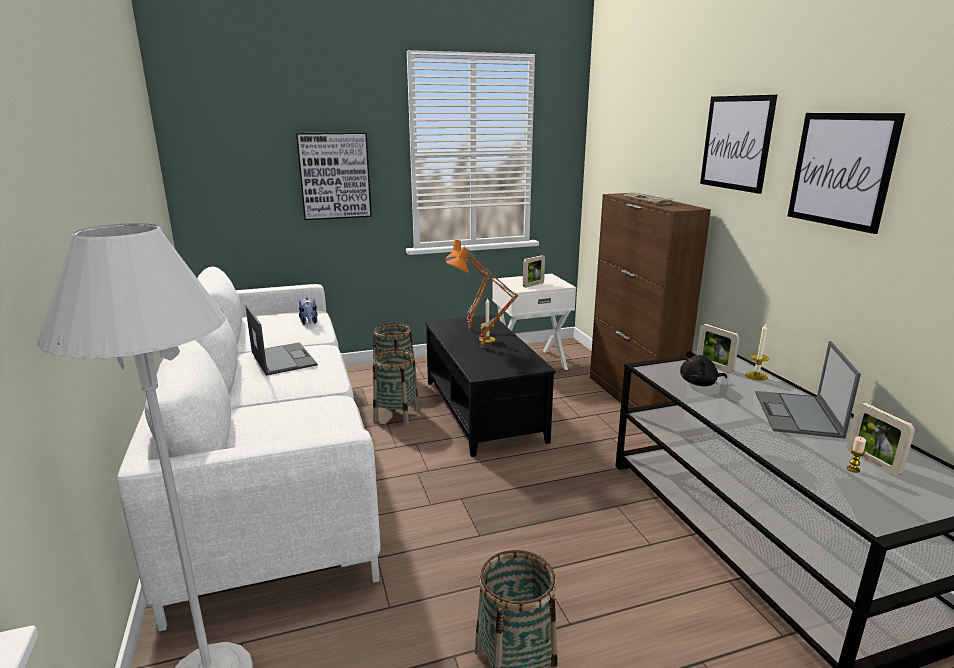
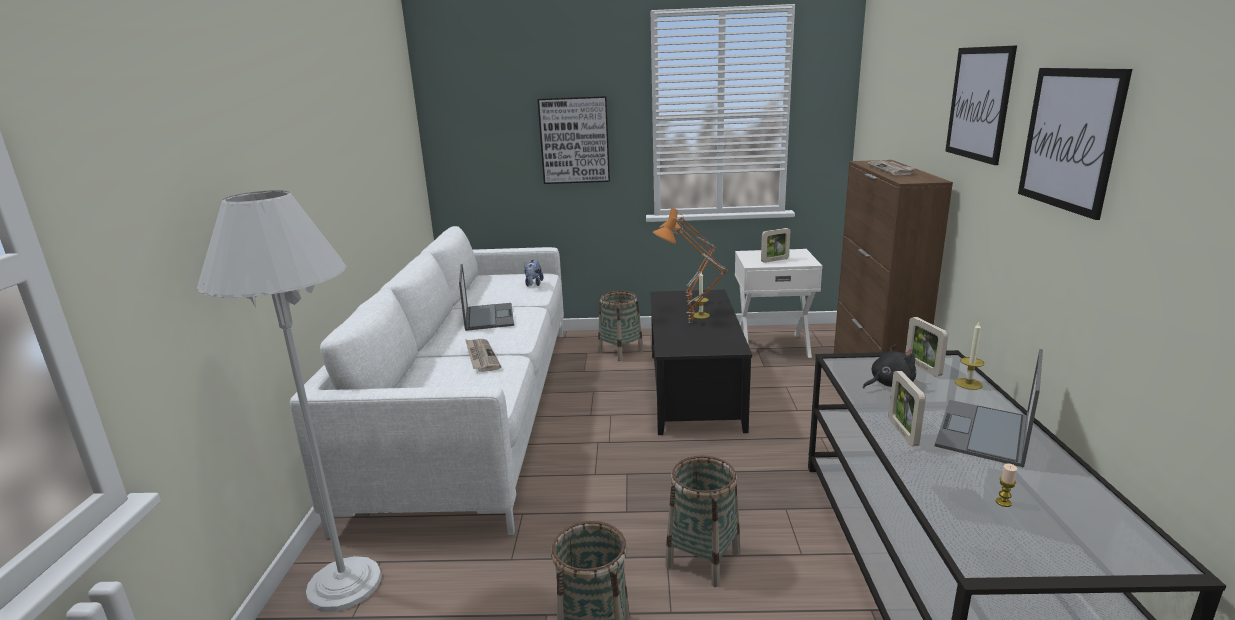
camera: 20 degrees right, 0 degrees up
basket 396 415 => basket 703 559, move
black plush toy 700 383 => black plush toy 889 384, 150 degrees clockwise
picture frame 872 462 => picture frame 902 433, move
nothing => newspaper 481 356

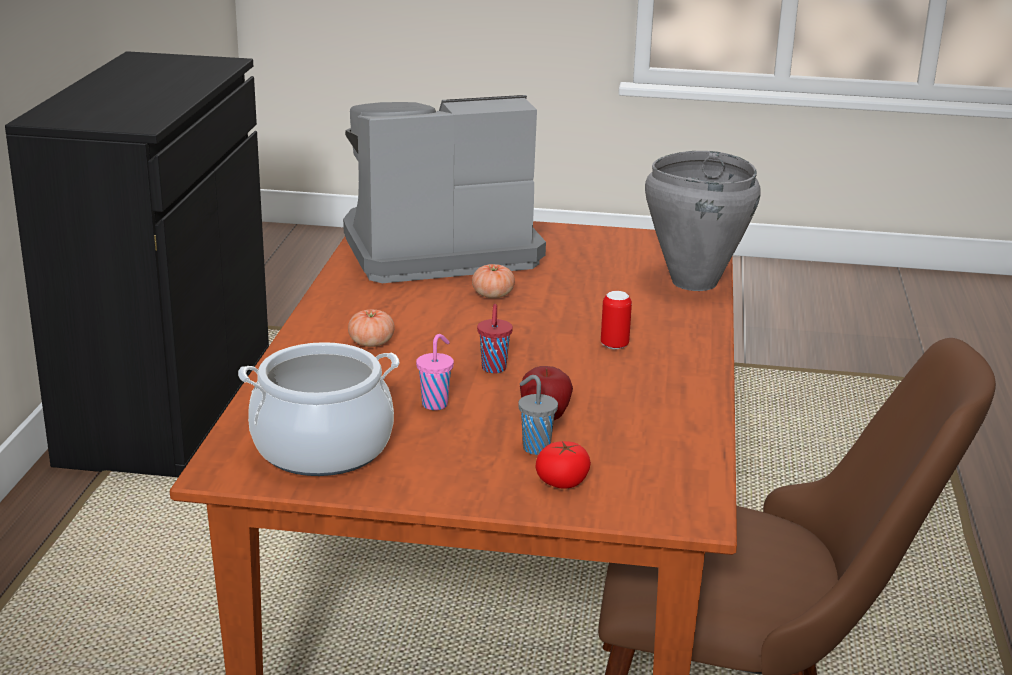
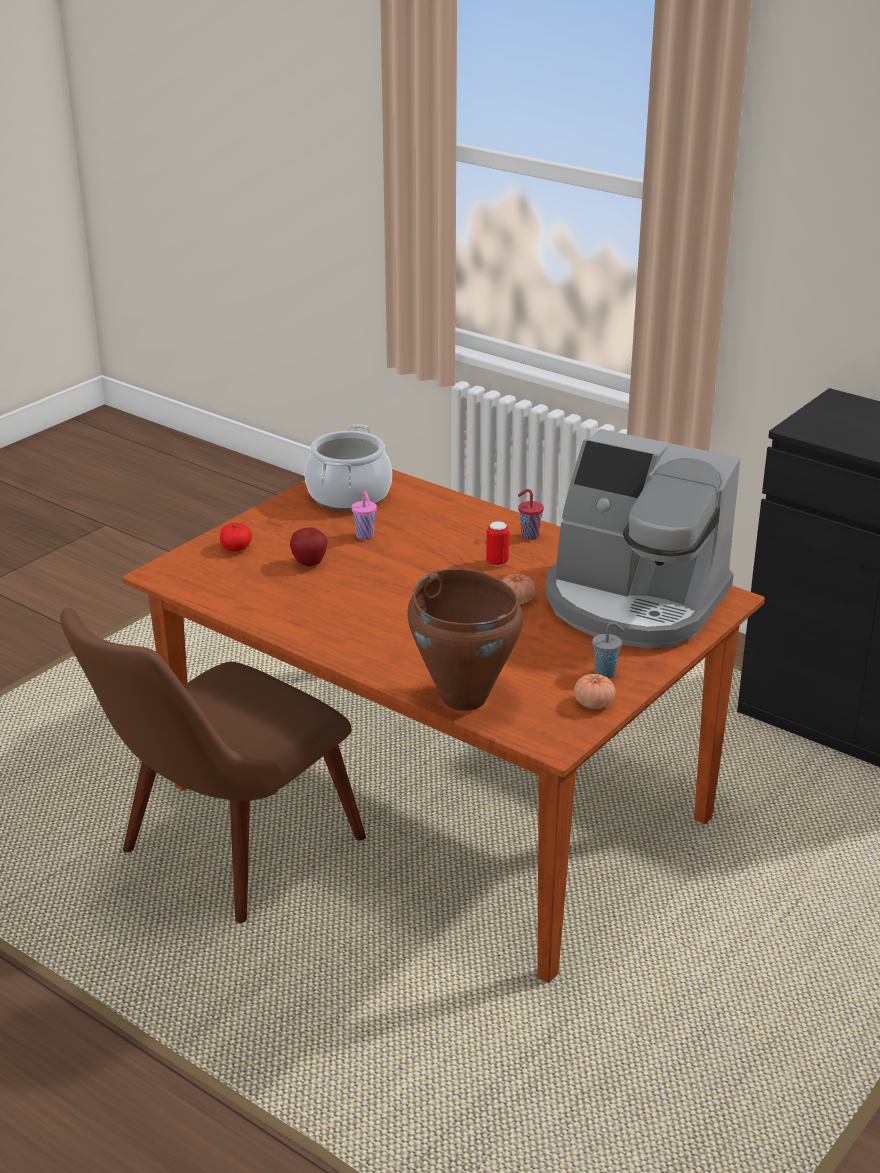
camera: 120 degrees right, 5 degrees up
coffee machine 436 249 => coffee machine 634 602, 105 degrees clockwise
tomato 371 343 => tomato 593 703, move
red cup 493 369 => red cup 529 536, move
grey cup 535 448 => grey cup 606 673, move
can 614 345 => can 497 562, move
grey cooking pot 693 282 => brown cooking pot 464 697

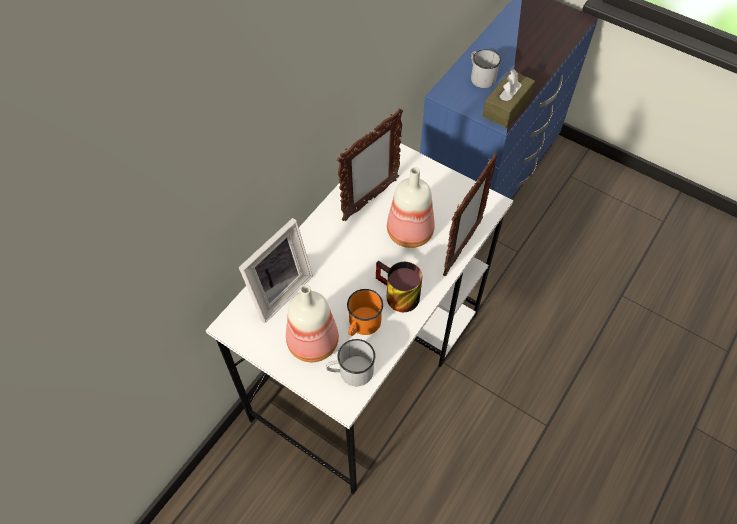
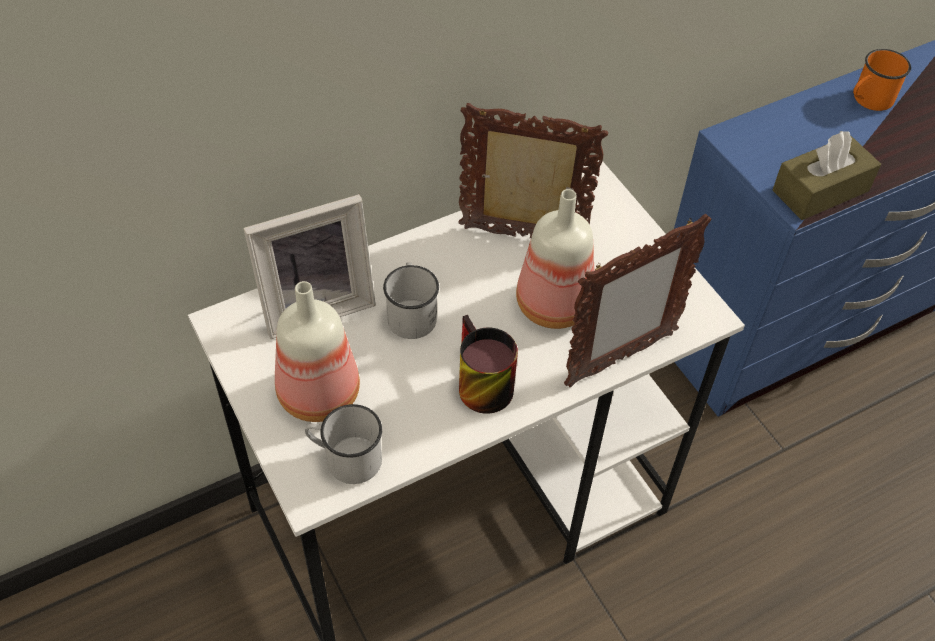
camera: 25 degrees right, 5 degrees down
picture frame 370 200 => picture frame 522 238, 150 degrees counterclockwise
orange mug 362 325 => orange mug 868 100, move
white mug 480 77 => white mug 411 313, move

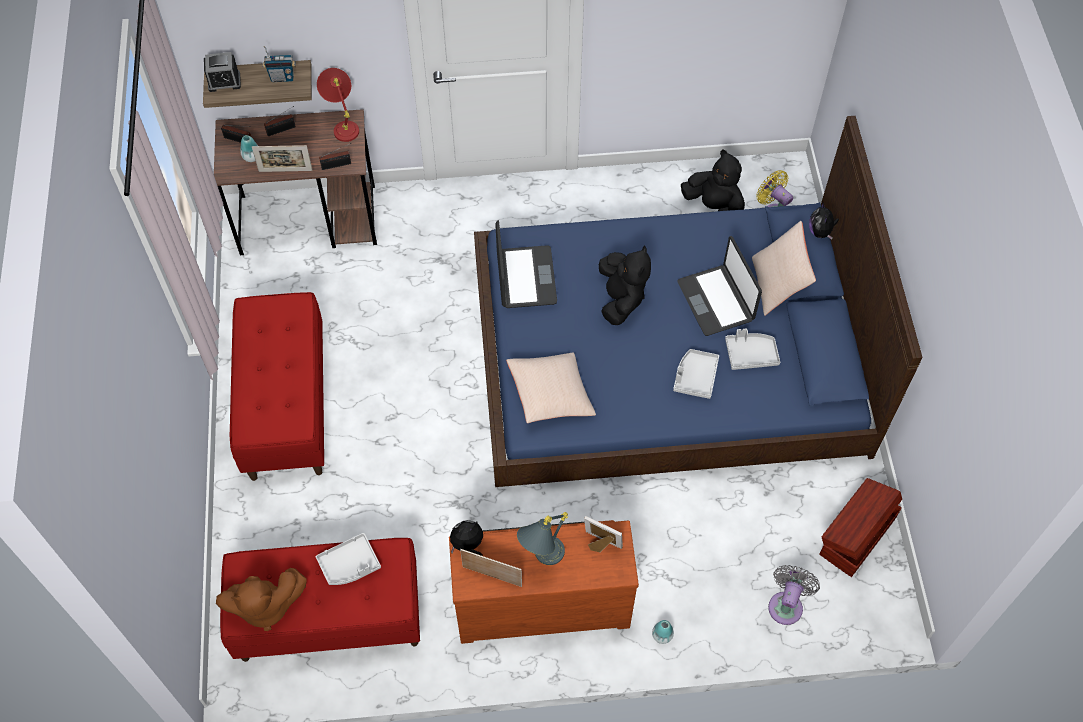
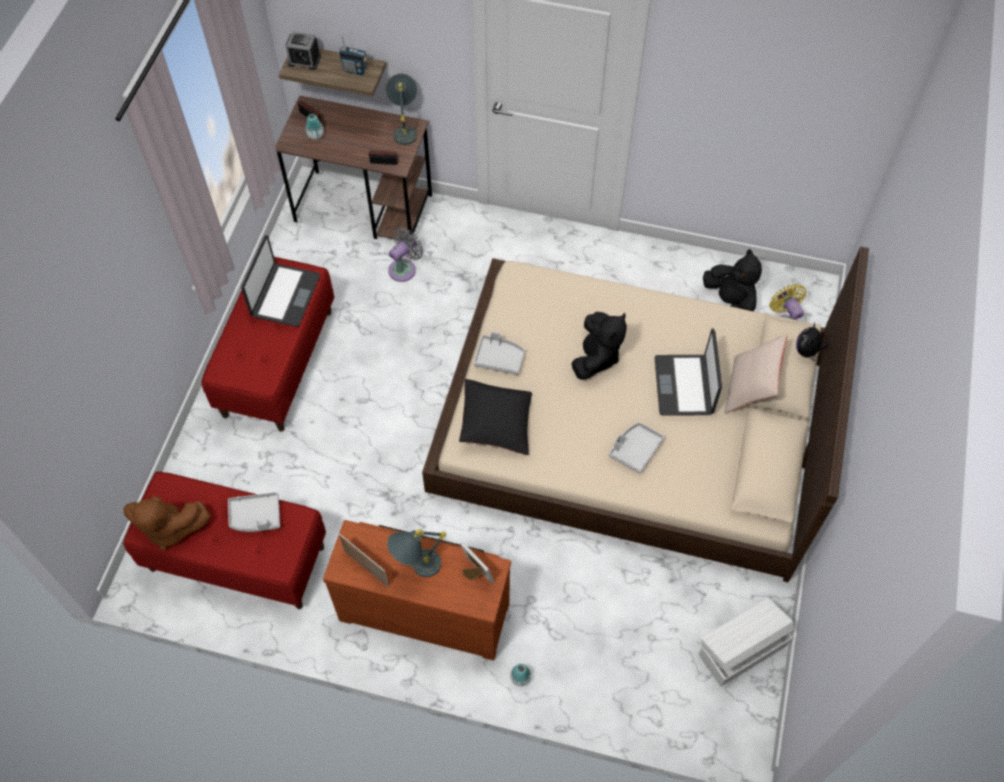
camera: 20 degrees right, 0 degrees up
picture frame 285 171 => nothing
radio 282 129 => nothing
red table lamp 343 125 => grey table lamp 405 129
plush toy 468 545 => nothing
blue bed 667 356 => beige bed 631 425
laptop 525 278 => laptop 285 296, move
beige pillow 550 394 => black pillow 496 423
grey tray 750 354 => grey tray 499 358, move
grey fan 786 604 => grey fan 404 268, move
brown storage box 856 536 => white storage box 741 649

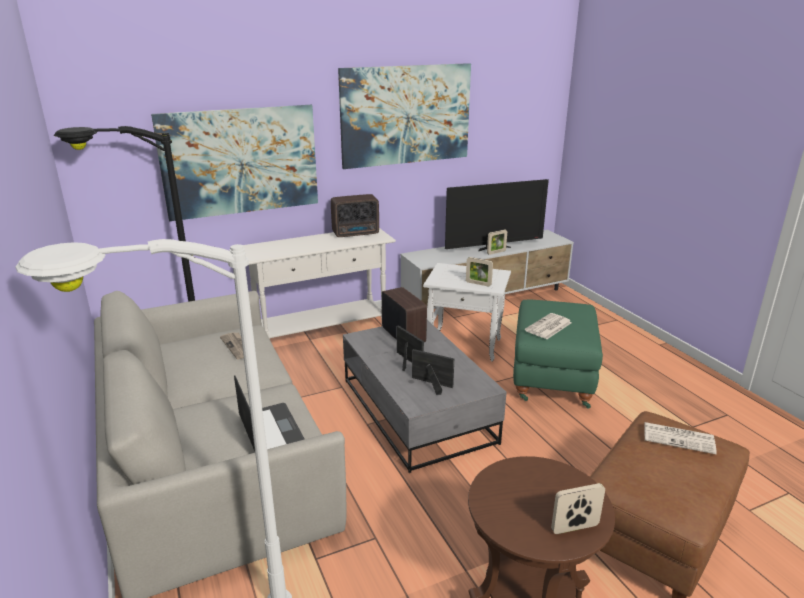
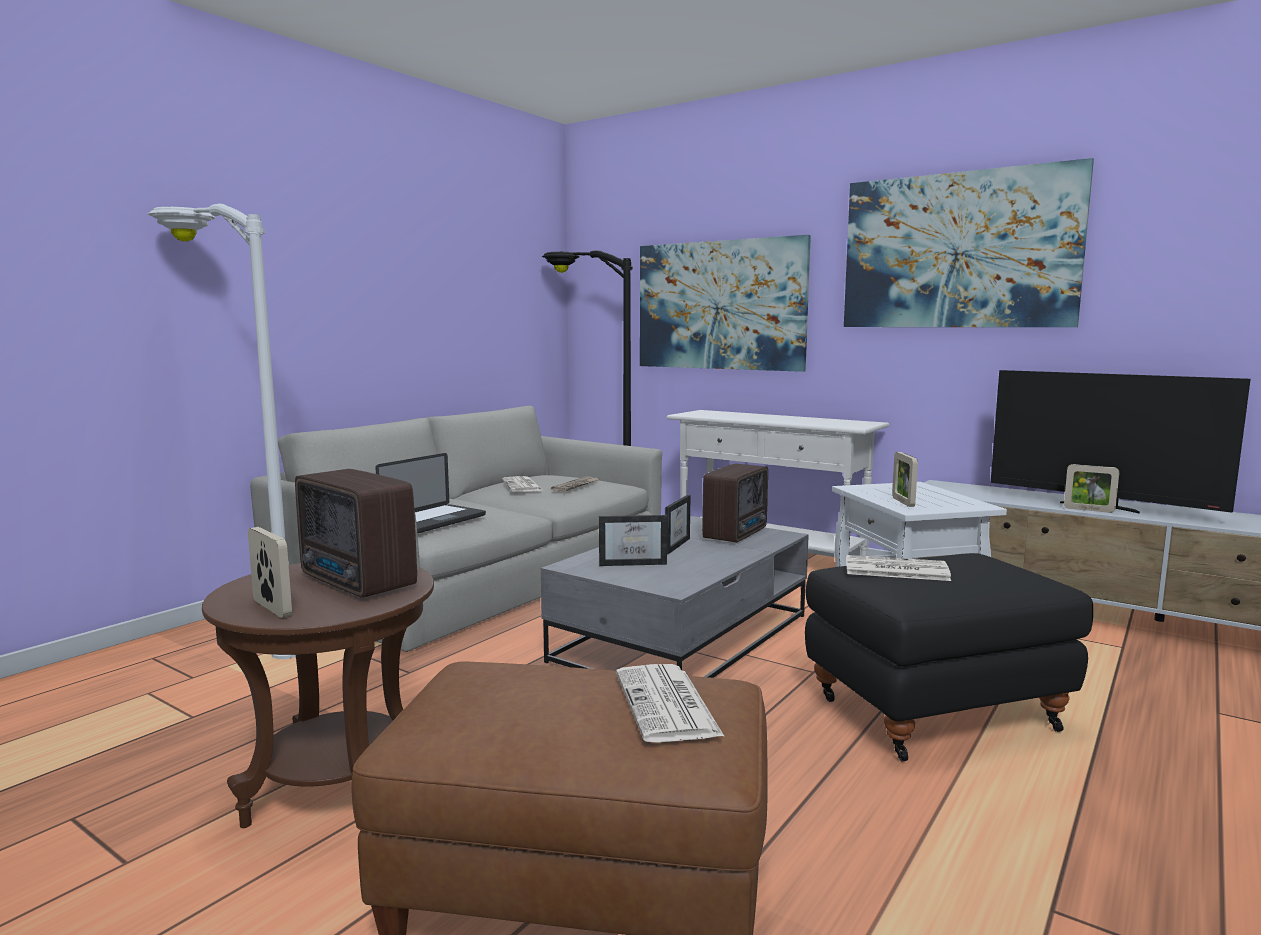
camera: 60 degrees right, 15 degrees down
radio 356 233 => radio 357 583, move
picture frame 429 384 => picture frame 633 563, 90 degrees clockwise
green ottoman 550 379 => black ottoman 934 710
nothing => newspaper 523 486

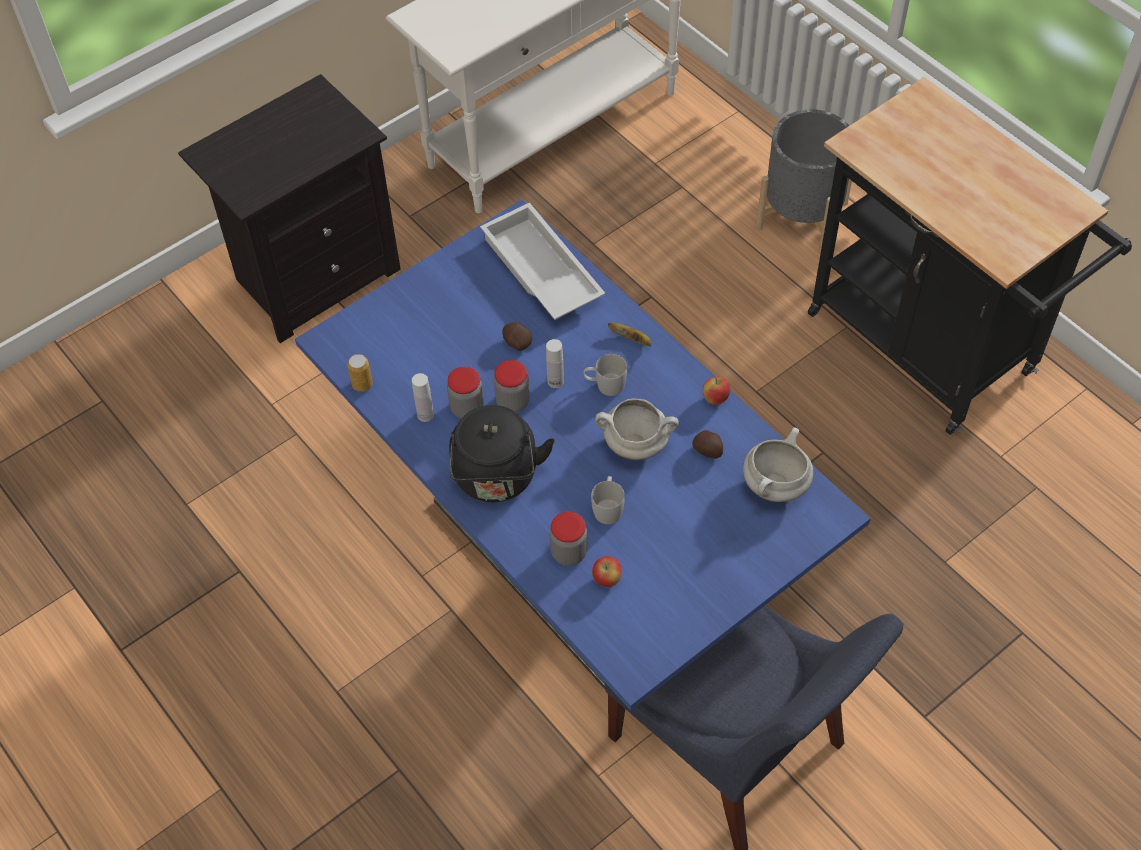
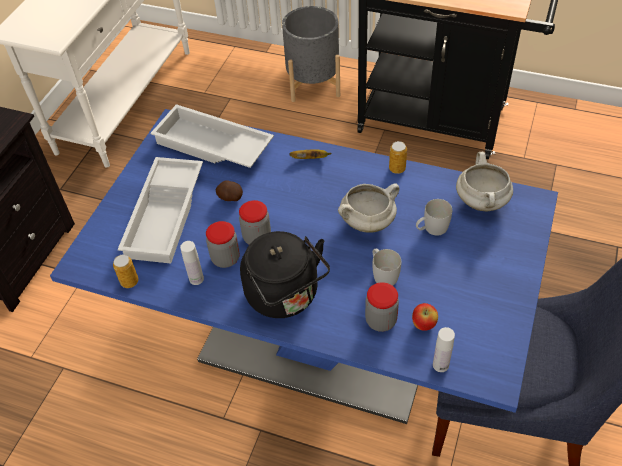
camera: 30 degrees left, 5 degrees down
white bottle 555 381 => white bottle 440 365, move
white mug 605 385 => white mug 431 229, move
potato 708 451 => nothing
apple 715 399 => can 397 169
nothing => white tray 166 215

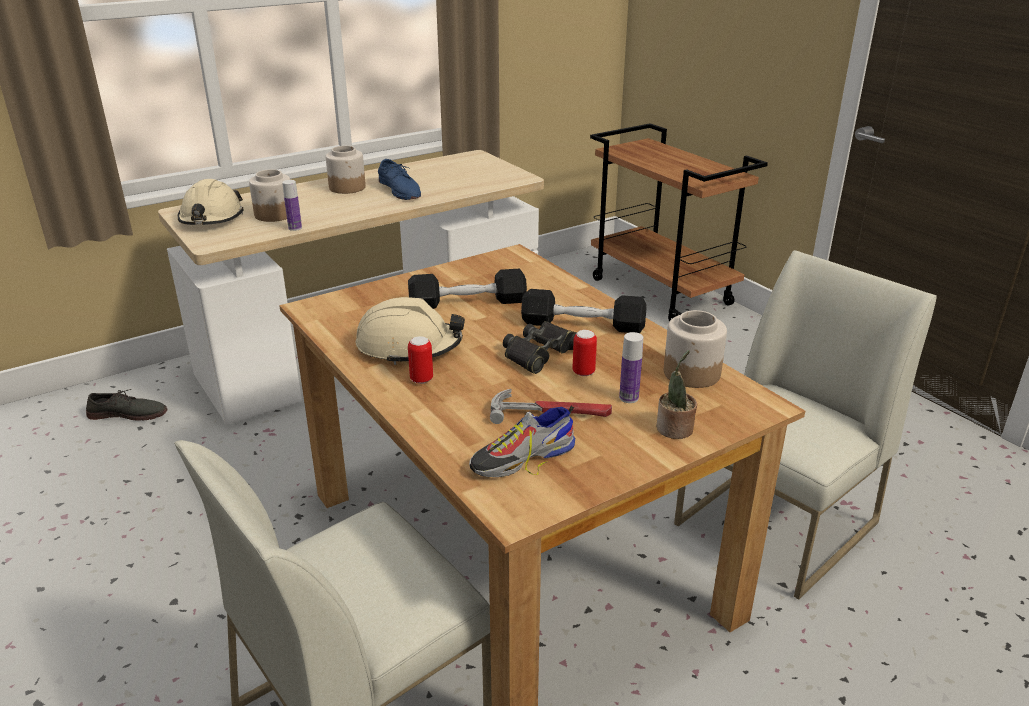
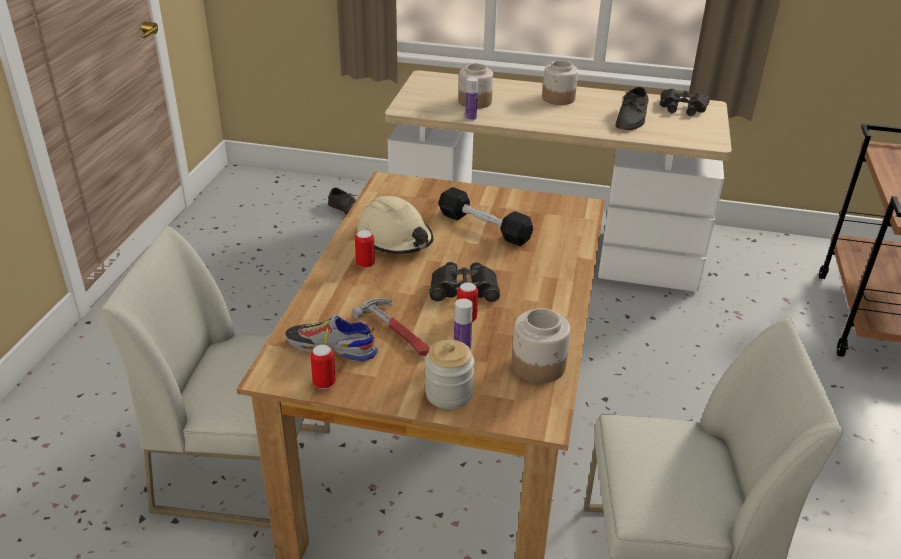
camera: 45 degrees right, 5 degrees up
beige hard hat 211 218 => nothing
blue shoe 400 189 => nothing
black dumbbell 583 325 => nothing
potted plant 674 430 => jar 449 393
nothing => can 324 383
nothing => grey shoe 632 118
nothing => black binoculars 682 108

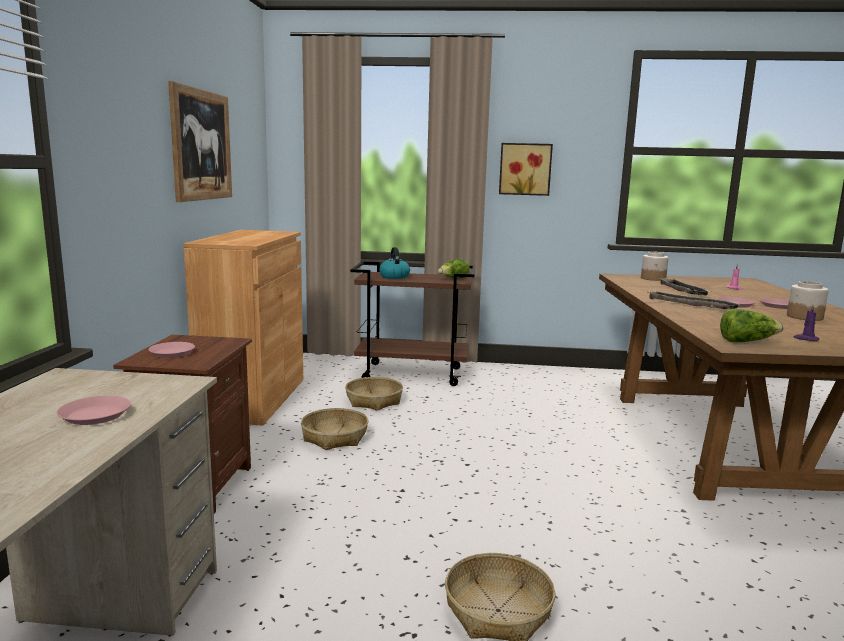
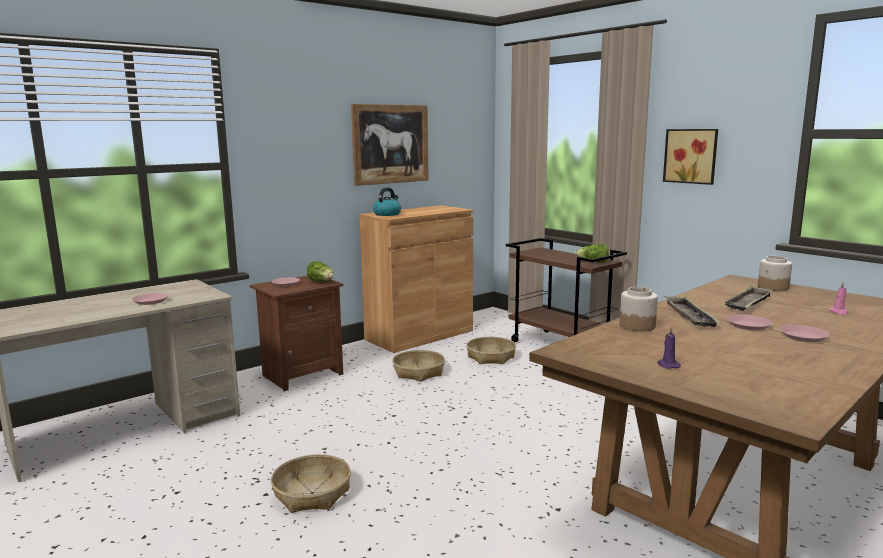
camera: 45 degrees right, 0 degrees up
kettle 394 276 => kettle 387 214, move
lettuce 746 341 => lettuce 321 282, move
jar 804 317 => jar 637 326, move

